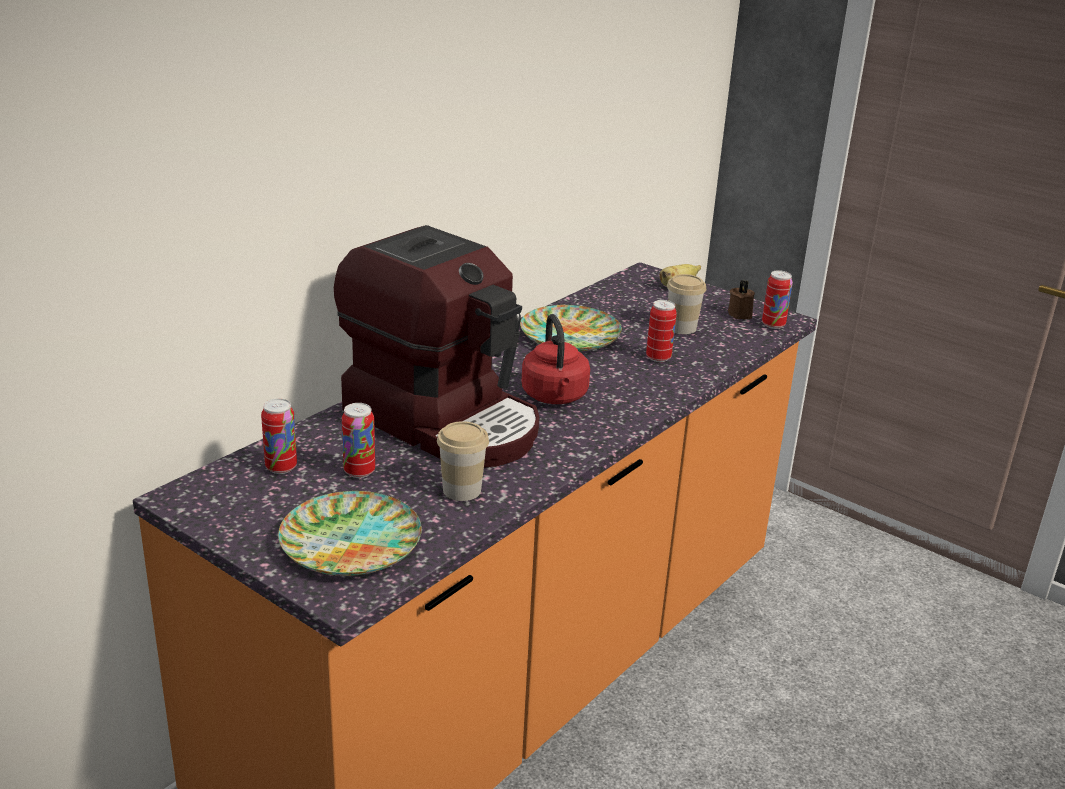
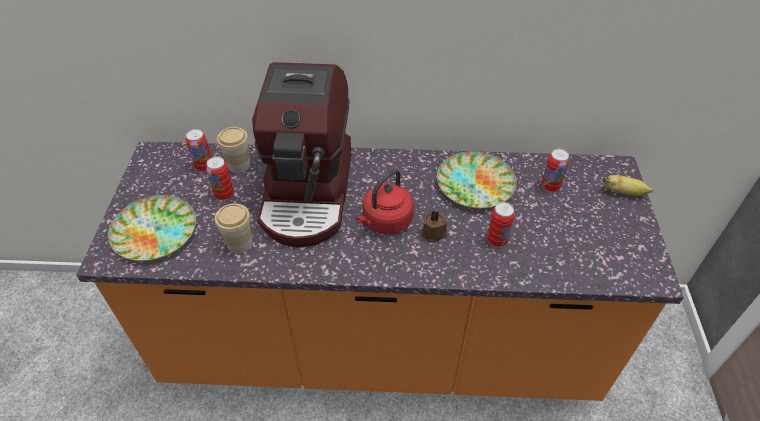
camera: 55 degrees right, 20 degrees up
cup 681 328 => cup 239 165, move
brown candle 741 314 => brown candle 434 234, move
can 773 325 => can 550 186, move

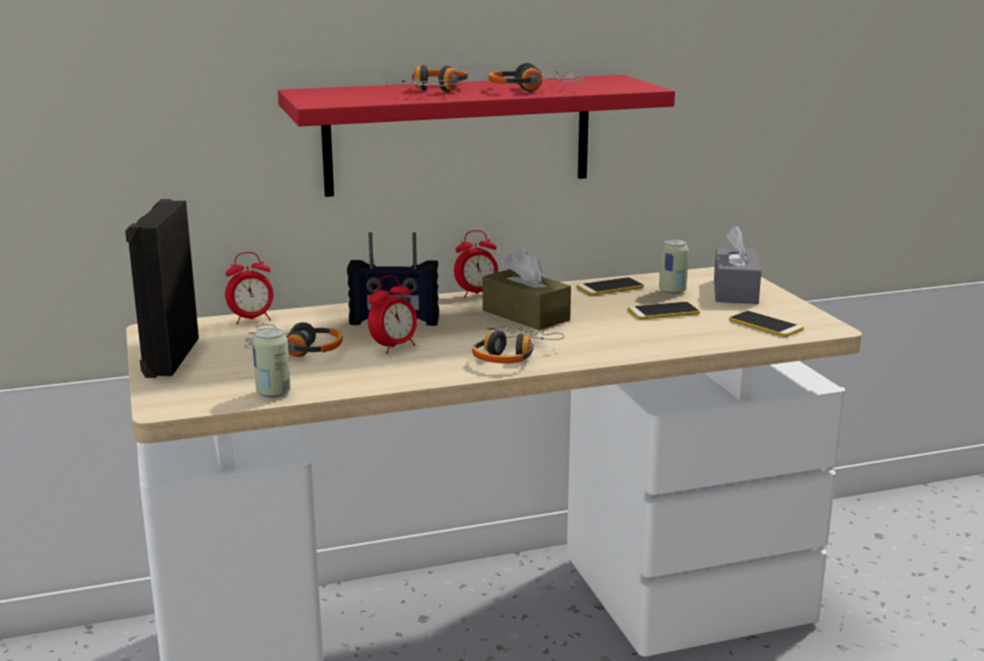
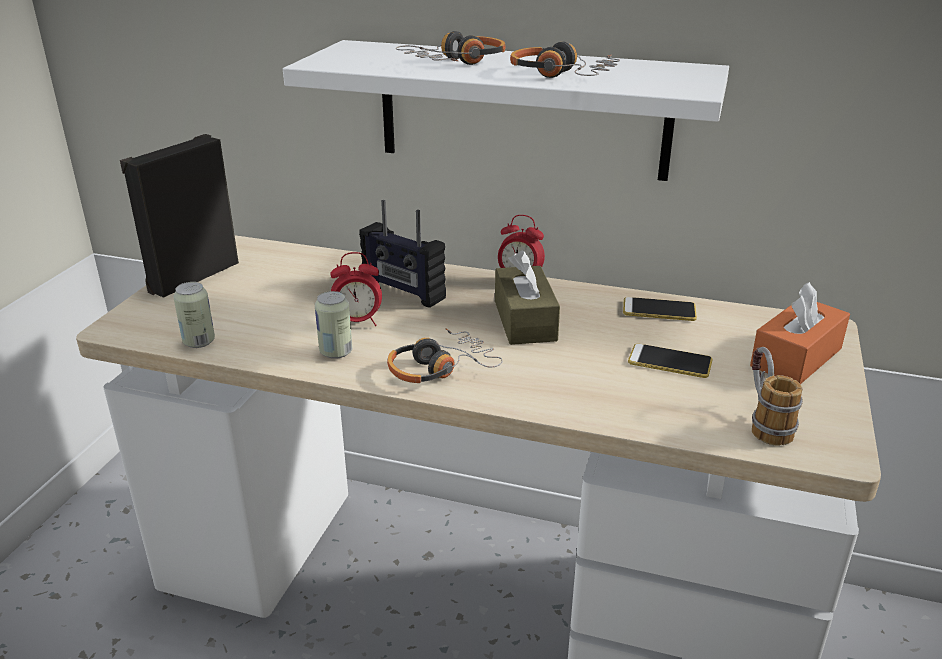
camera: 35 degrees right, 10 degrees up
alarm clock 252 319 => nothing
headphones 294 351 => nothing
red shelf 458 134 => white shelf 522 110
can 672 291 => can 336 352, move
grey tissue box 735 291 => orange tissue box 796 357
phone 765 325 => mug 764 421

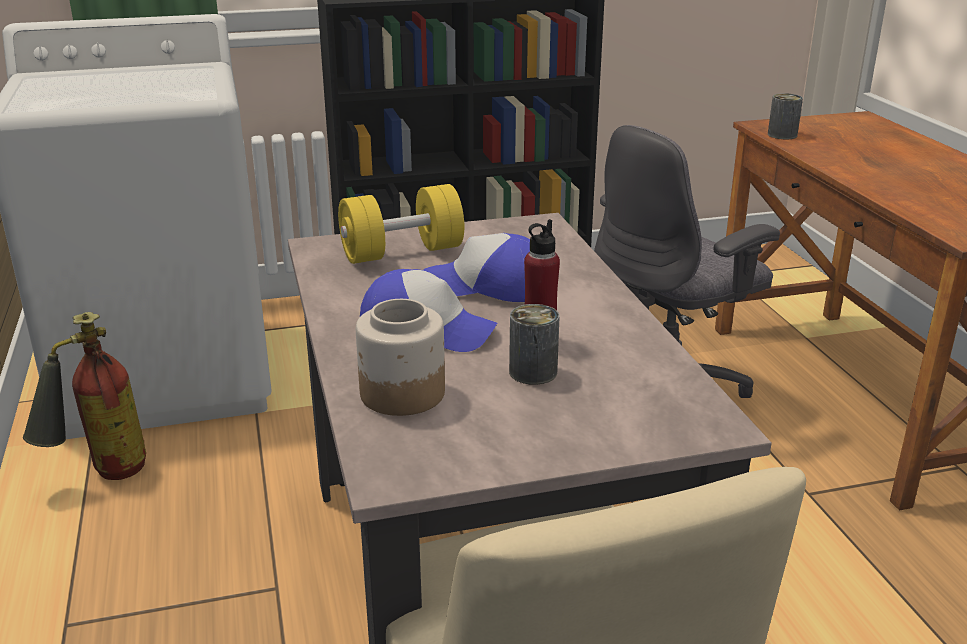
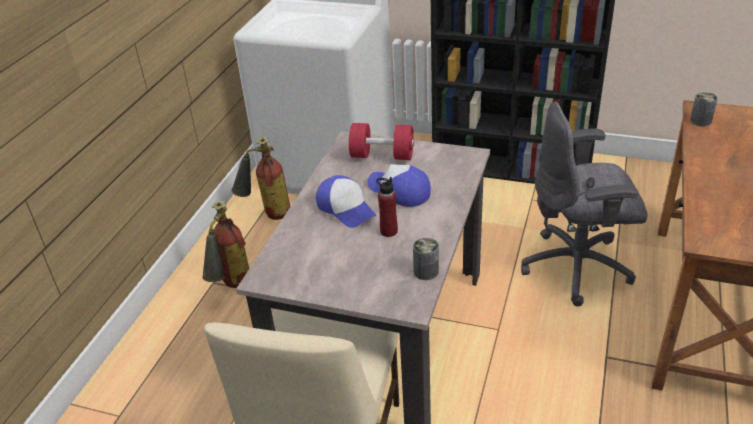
camera: 35 degrees right, 10 degrees up
yellow dumbbell 402 252 => red dumbbell 382 156
jar 402 394 => nothing
can 533 372 => can 426 271, move
nothing => fire extinguisher 231 288

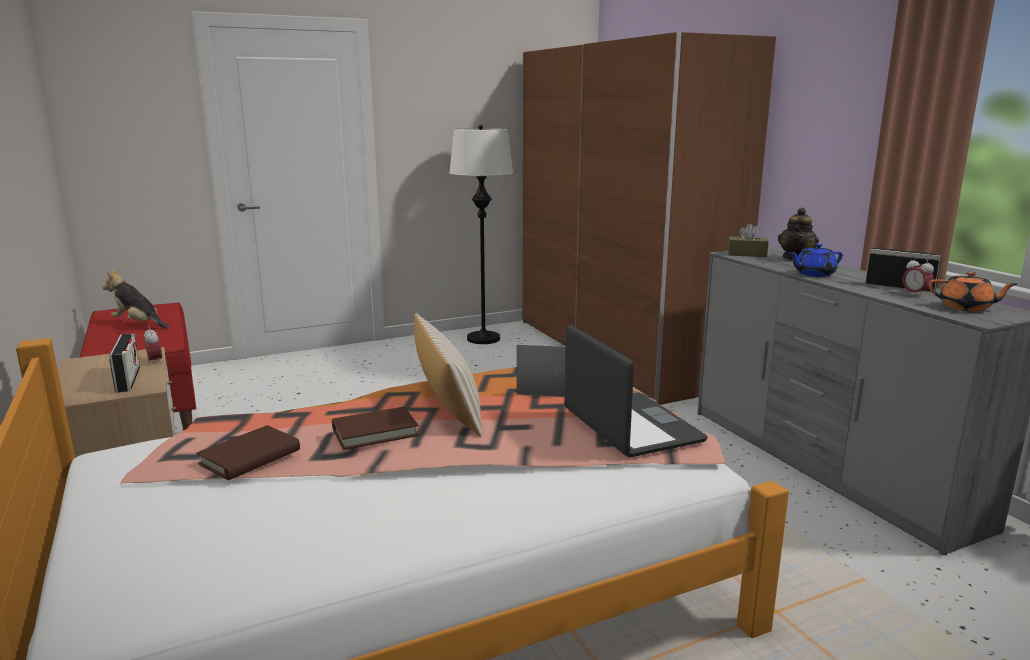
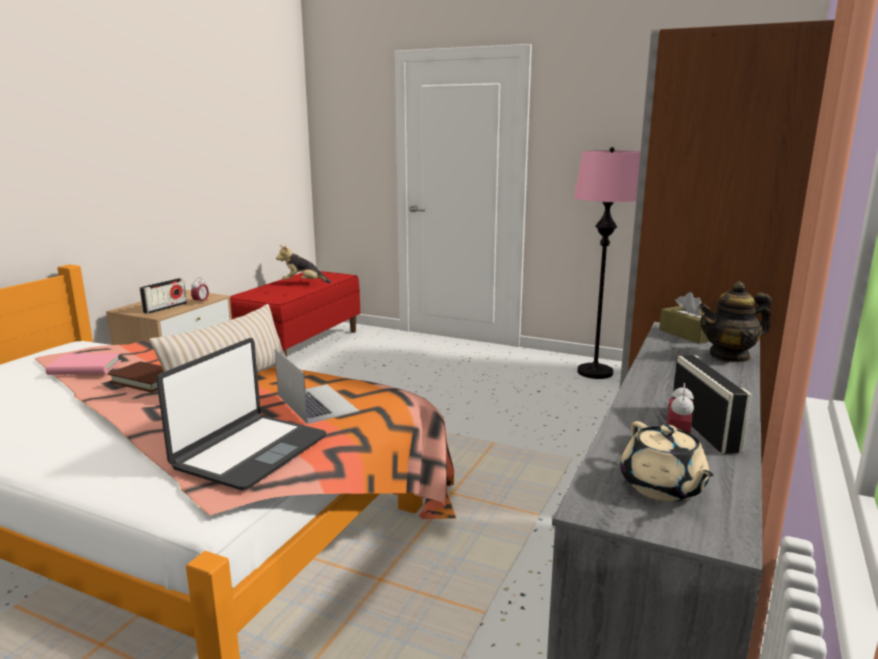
camera: 50 degrees right, 0 degrees up
plush toy 138 324 => plush toy 303 283, 75 degrees counterclockwise
brown book 250 457 => pink book 85 368
white floor lamp 483 339 => pink floor lamp 595 372
blue teapot 813 274 => nothing
orange teapot 966 308 => beige teapot 662 487

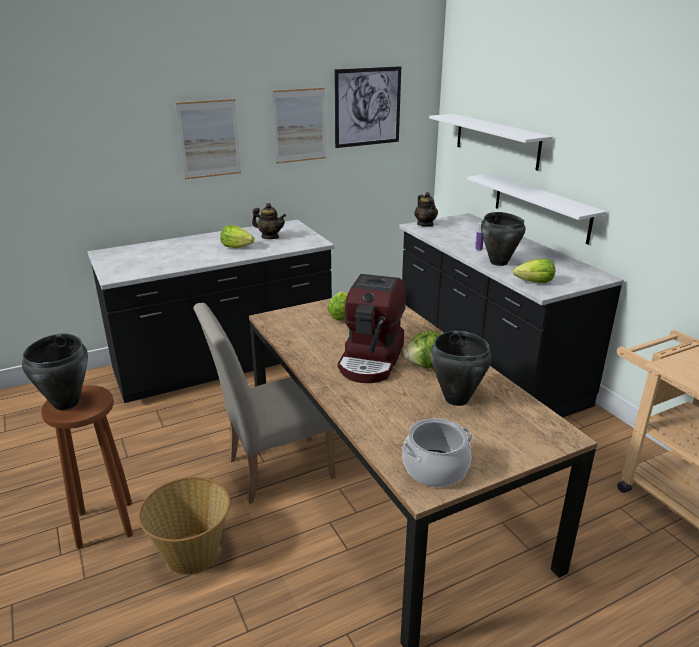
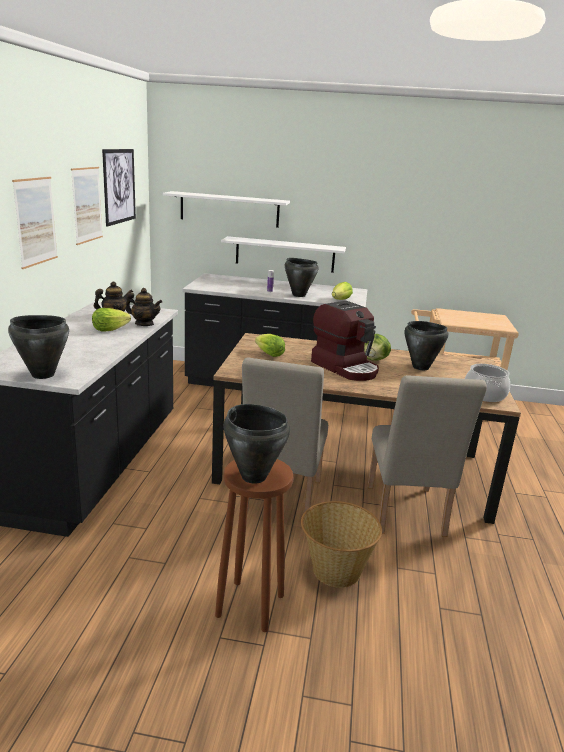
camera: 55 degrees left, 5 degrees down
teapot 425 224 => teapot 144 324, move
nothing => black cooking pot 42 374
nothing => beige chair 405 515

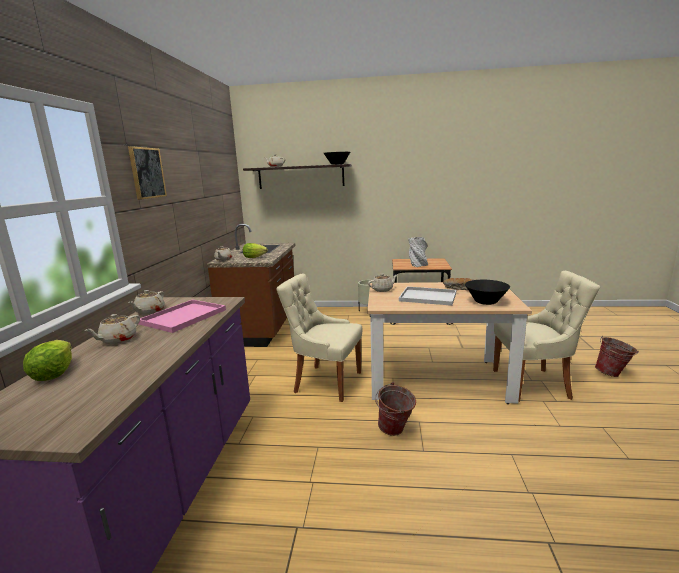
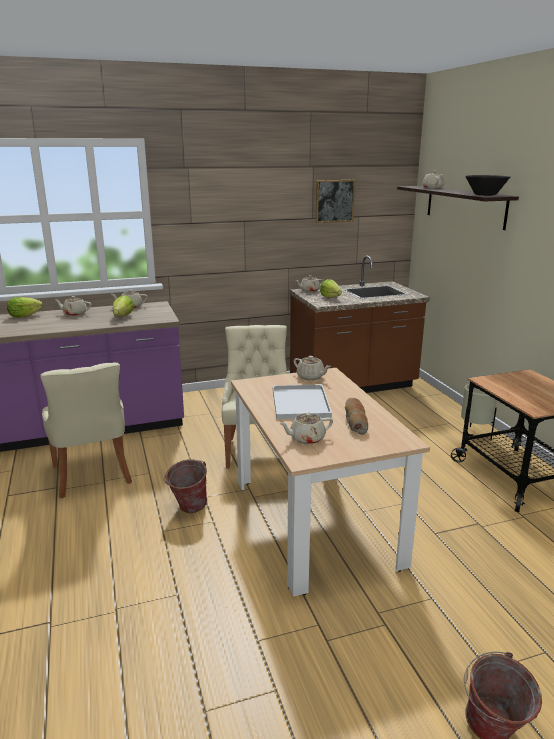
camera: 65 degrees right, 5 degrees up
picture 147 173 => picture 334 201, move
pink tray 184 316 => lettuce 123 316
grey vase 417 265 => nothing
black bowl 485 302 => beige teapot 306 438
beige chair 534 384 => beige chair 93 476, move

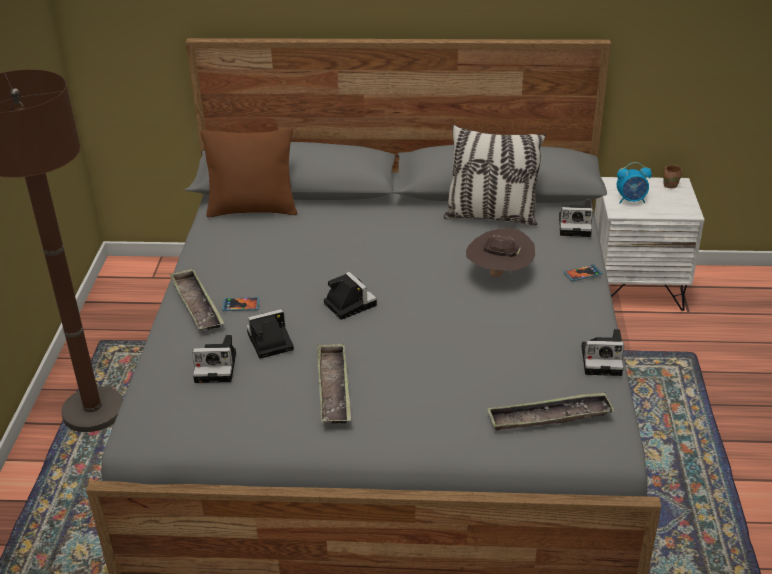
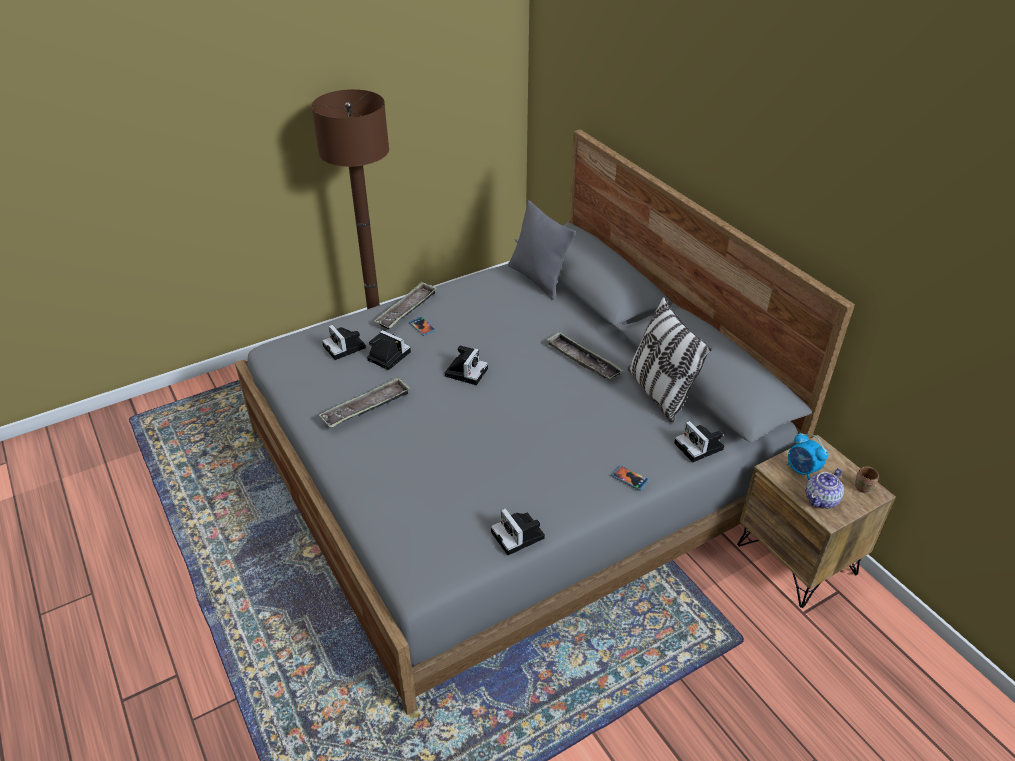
camera: 55 degrees right, 5 degrees up
brown pillow 253 210 => grey pillow 538 279
brown hat 498 275 => nothing
tray 549 417 => tray 583 360, move
white nightstand 636 288 => brown nightstand 797 559
nothing => teapot 822 499

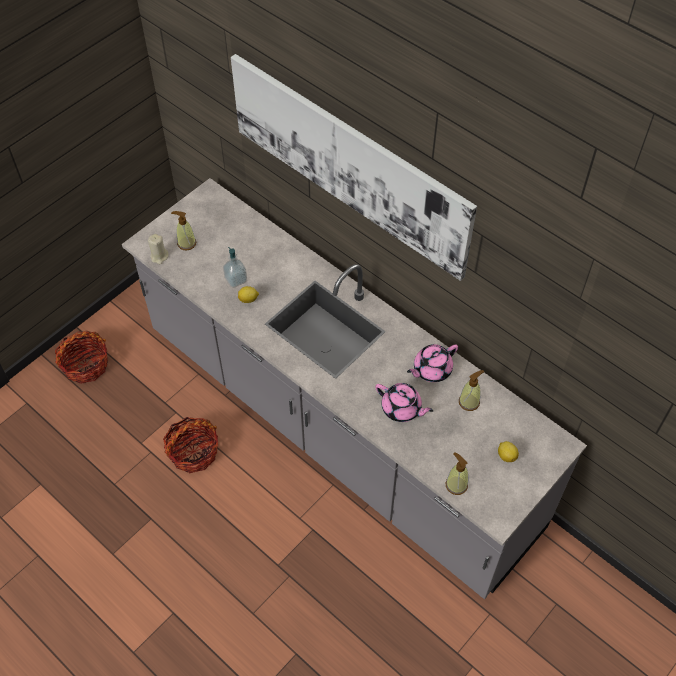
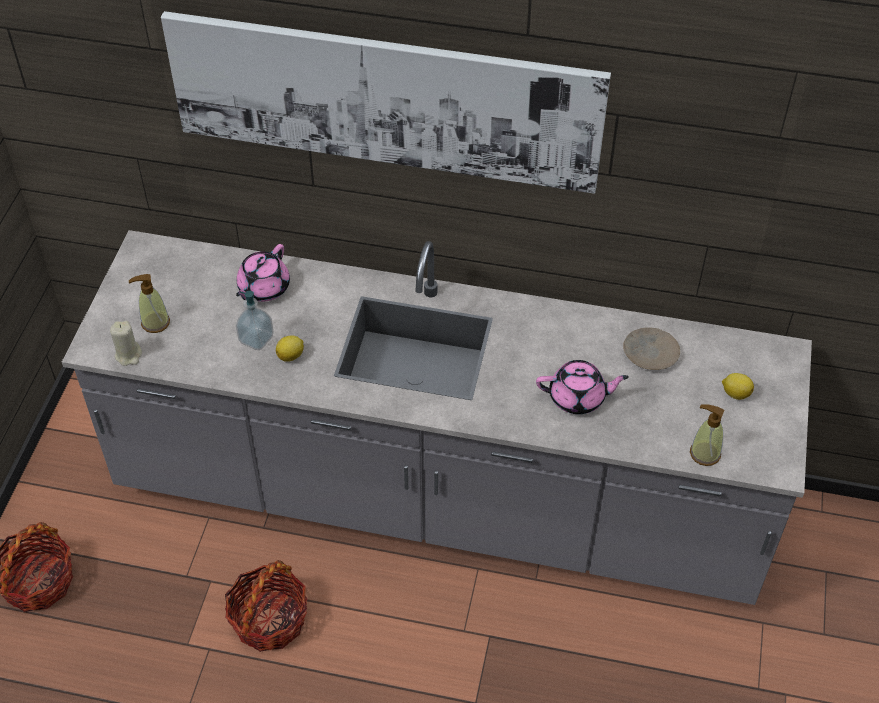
camera: 30 degrees left, 5 degrees down
pink teapot 431 369 => pink teapot 263 288, move
soap dispenser 469 402 => beige plate 649 353

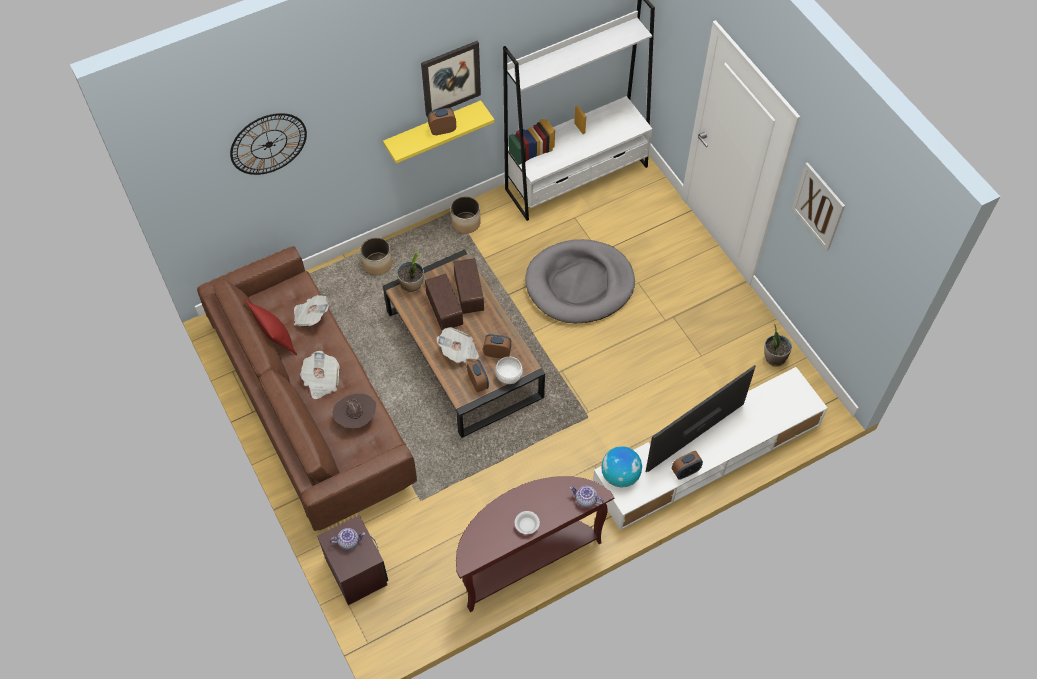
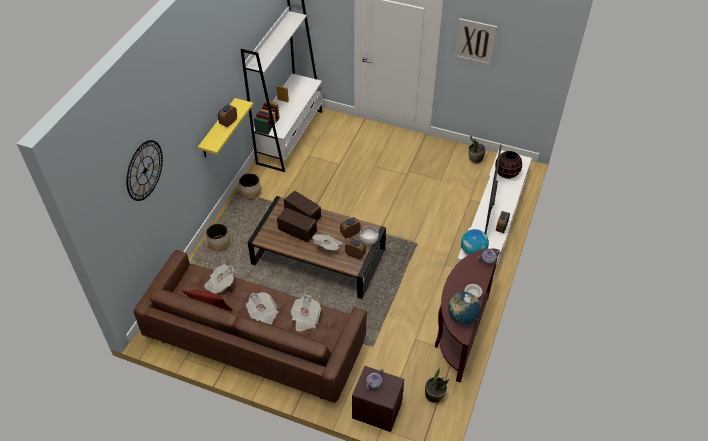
camera: 40 degrees left, 10 degrees down
brown hat 356 418 => newspaper 305 319
potted plant 412 285 => potted plant 434 395, move
picture 451 78 => nothing
grey dog bed 579 284 => nothing
nothing => globe 462 317
nothing => black vase 506 173

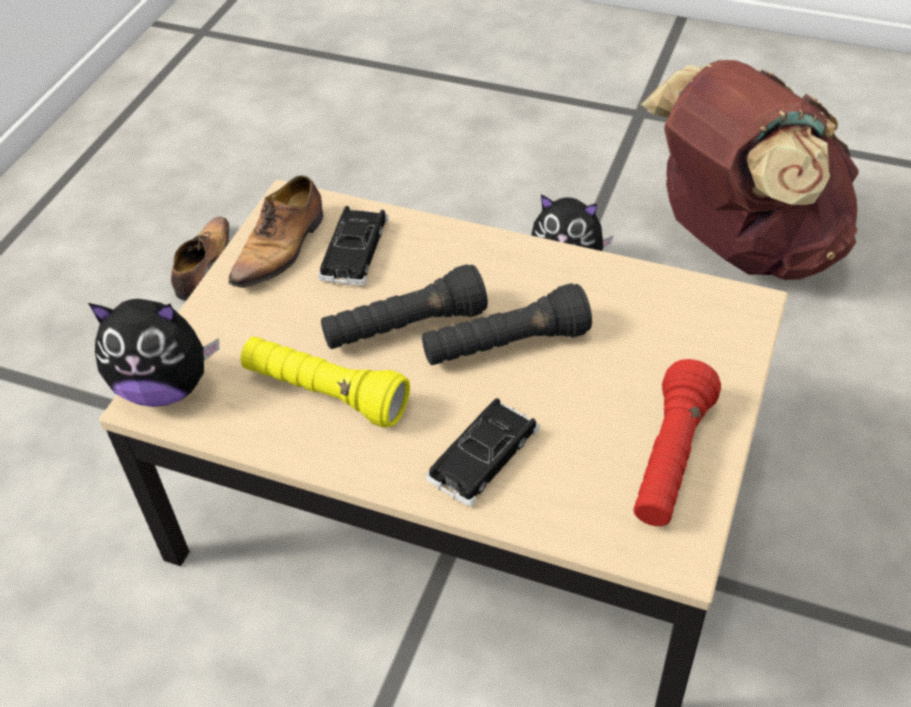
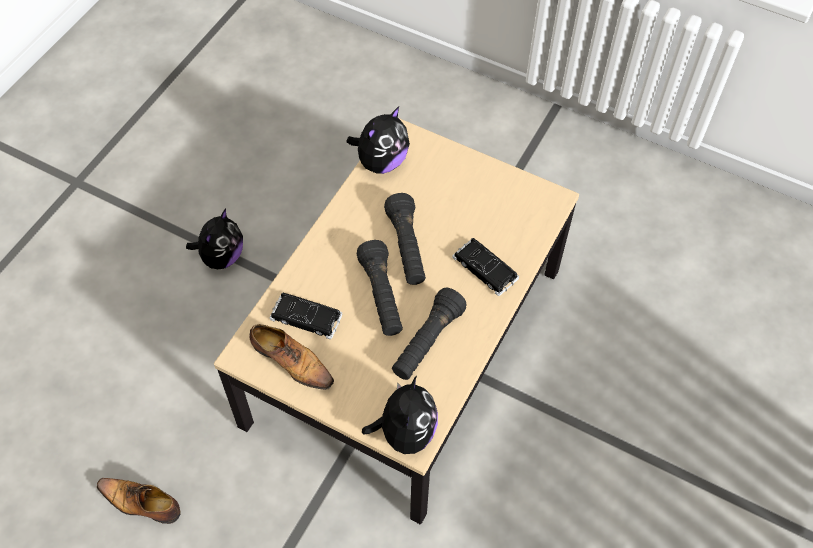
camera: 85 degrees left, 10 degrees up
yellow flashlight 325 394 => black flashlight 427 342
red flashlight 671 460 => nothing
brown backpack 740 246 => nothing
nothing => plush toy 381 162

